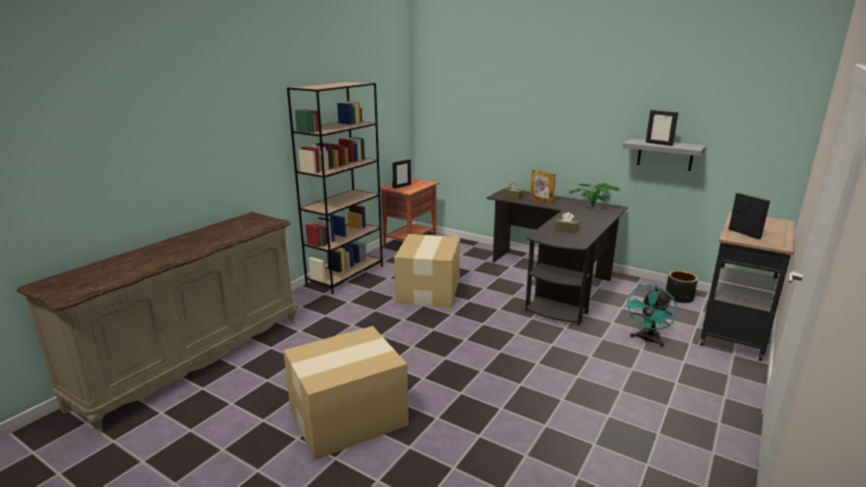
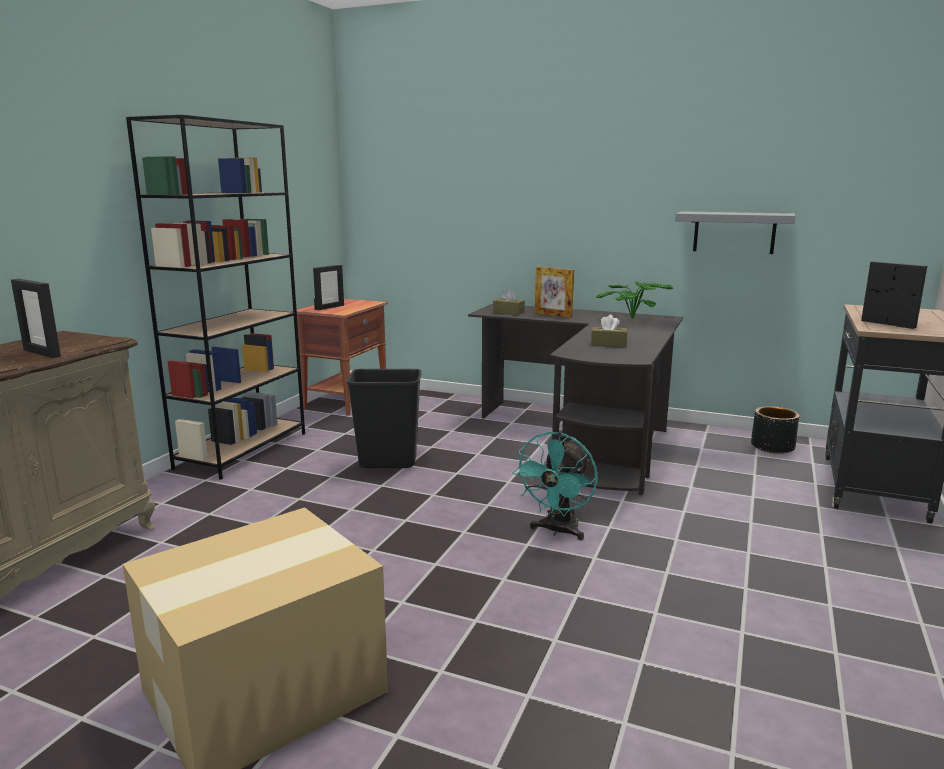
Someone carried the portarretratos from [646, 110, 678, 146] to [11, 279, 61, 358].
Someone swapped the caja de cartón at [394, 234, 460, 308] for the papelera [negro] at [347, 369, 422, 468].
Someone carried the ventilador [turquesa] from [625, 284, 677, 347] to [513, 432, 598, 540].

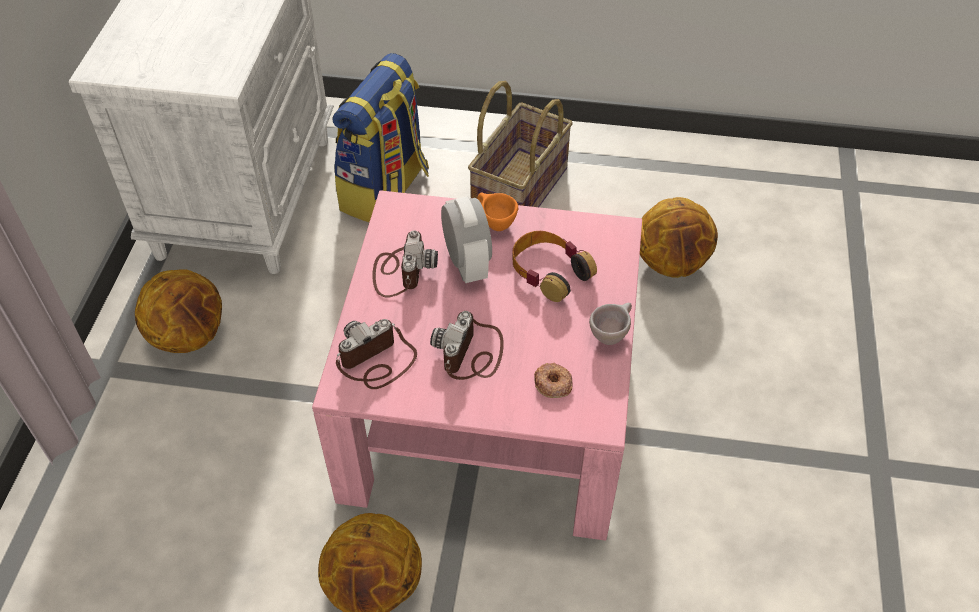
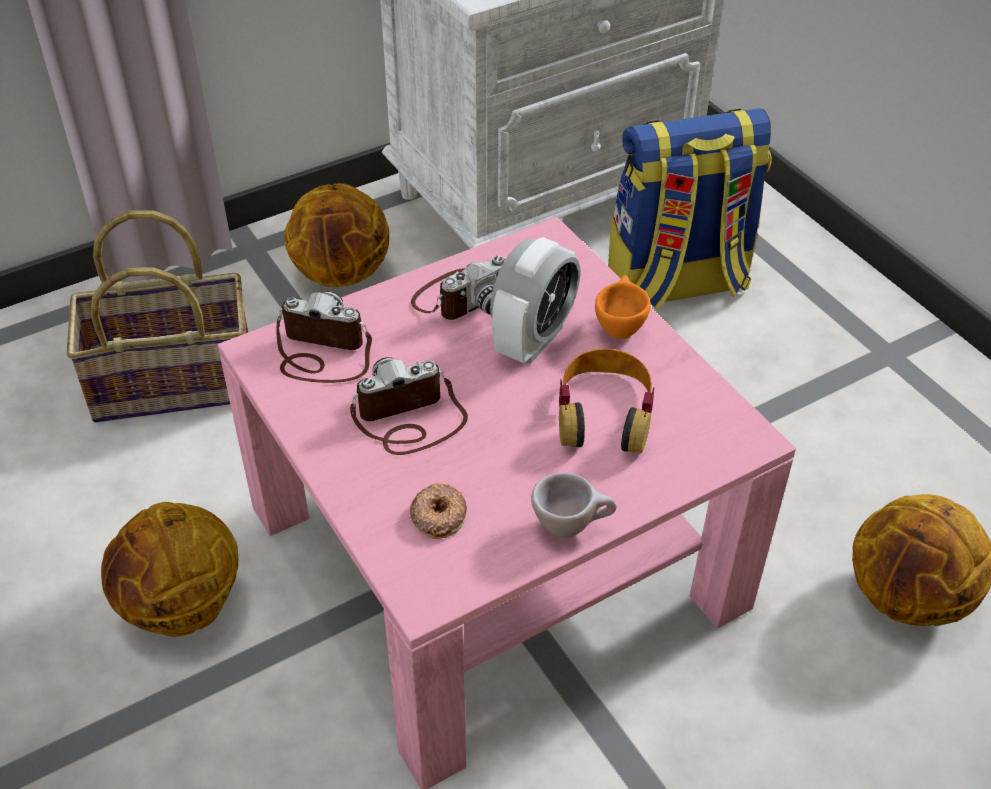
Someone carried the cesta from [468, 81, 573, 207] to [67, 210, 248, 422].

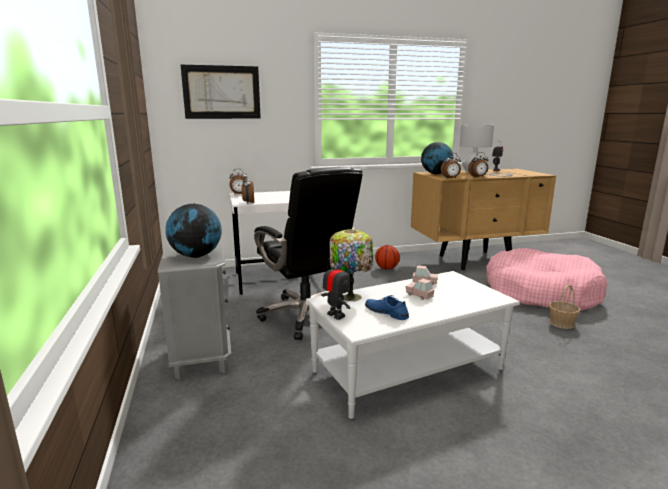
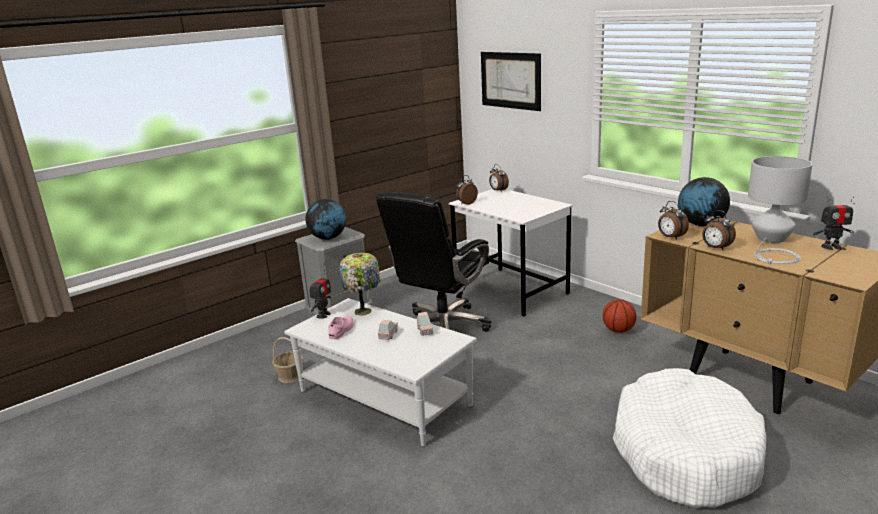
Someone carried the cesta from [549, 285, 580, 329] to [273, 337, 303, 383].
Someone repainted the zapato [azul] at [365, 295, 409, 320], which became the zapato [rosa] at [328, 316, 354, 339].
Someone repainted the cama para perro [rosa] at [486, 248, 607, 311], which became the cama para perro [blanco] at [613, 368, 766, 508].

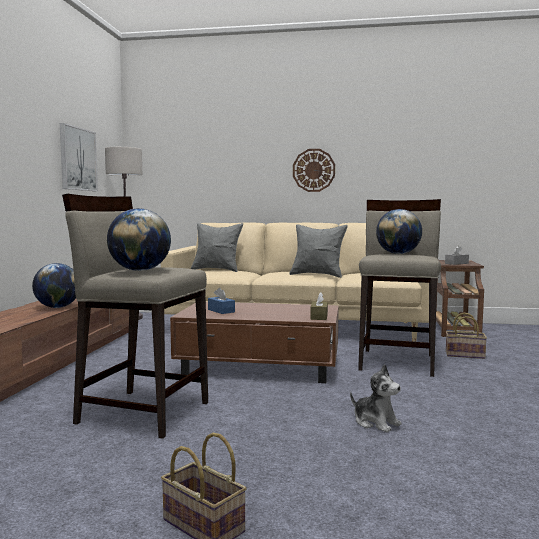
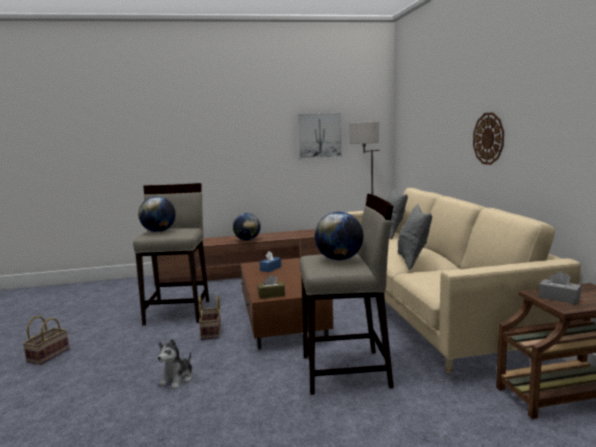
Someone carried the cesta from [446, 313, 487, 359] to [199, 295, 221, 340].

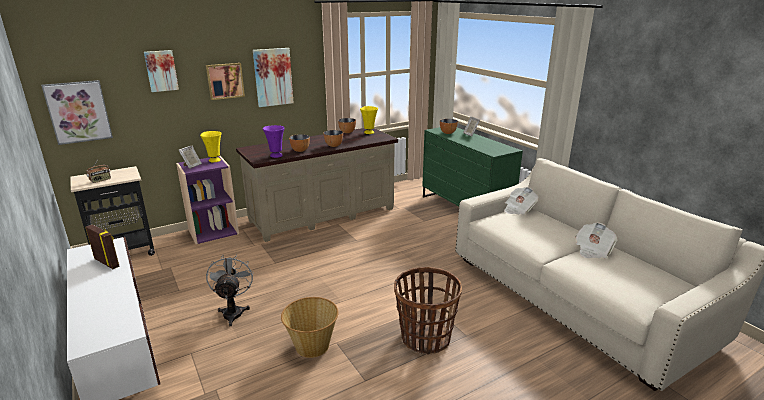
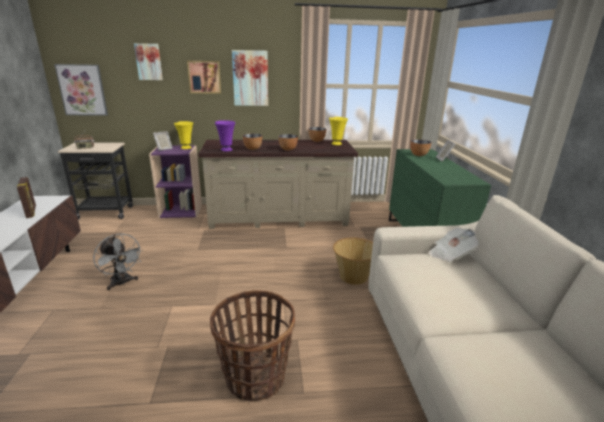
Someone rotated the ventilador [gris] at [206, 254, 253, 326] by 120 degrees clockwise.
Someone carried the cesta from [281, 297, 339, 358] to [333, 238, 373, 285].
Someone took away the periódico at [576, 223, 617, 258].

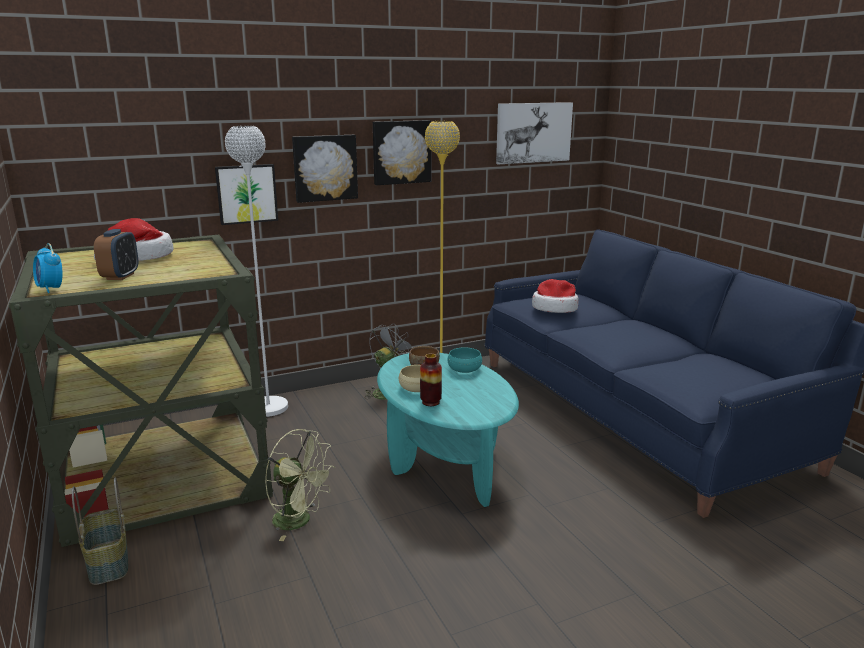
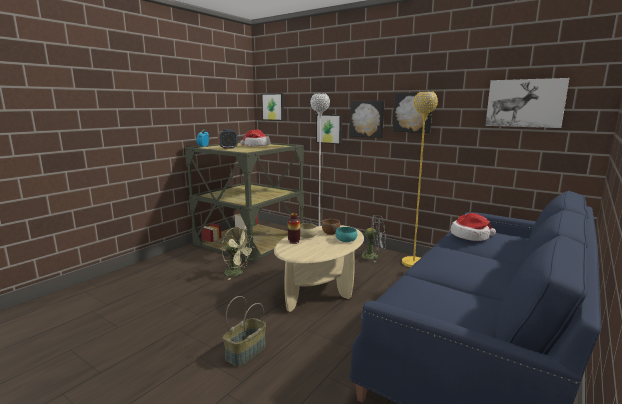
Someone rotated the ventilador [verde] at [265, 429, 335, 541] by 60 degrees counterclockwise.
Someone carried the cesta from [72, 478, 128, 585] to [223, 296, 266, 367].
Someone put up the cuadro at [262, 93, 284, 121].
Someone repainted the mesa de centro [turquesa] at [377, 353, 519, 507], which became the mesa de centro [beis] at [274, 225, 364, 312].

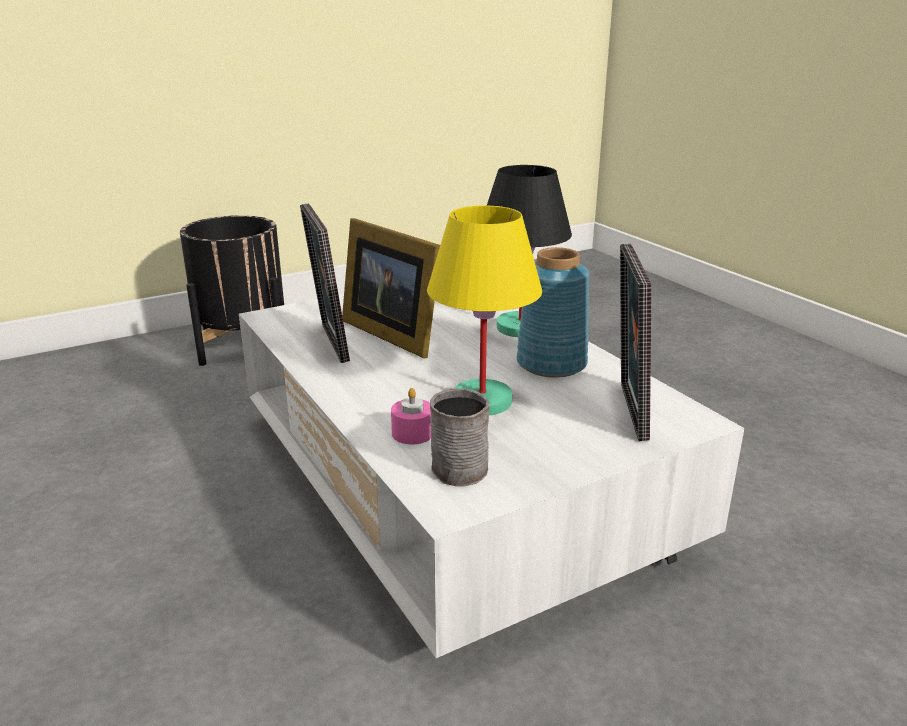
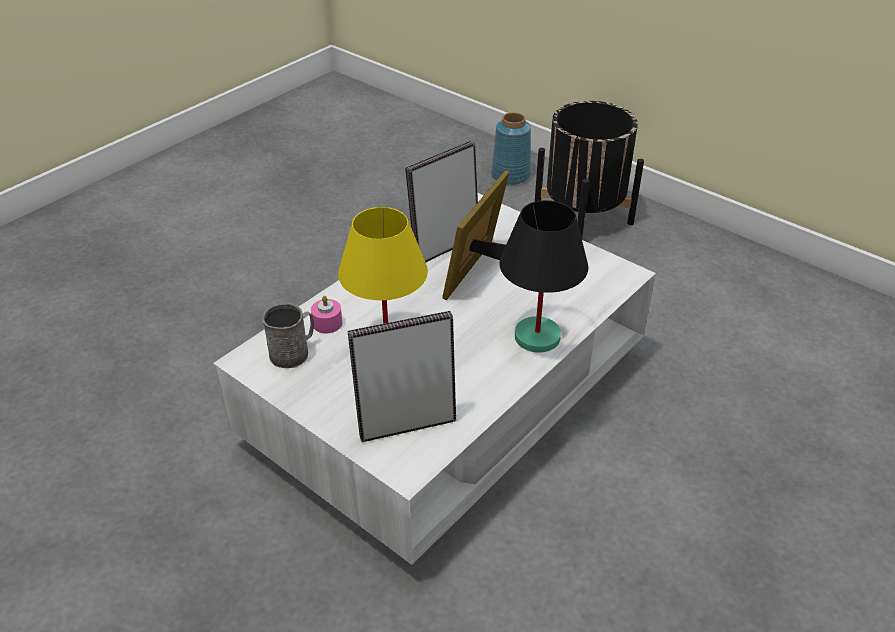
Someone carried the florero [azul] from [517, 247, 589, 378] to [491, 112, 531, 185].

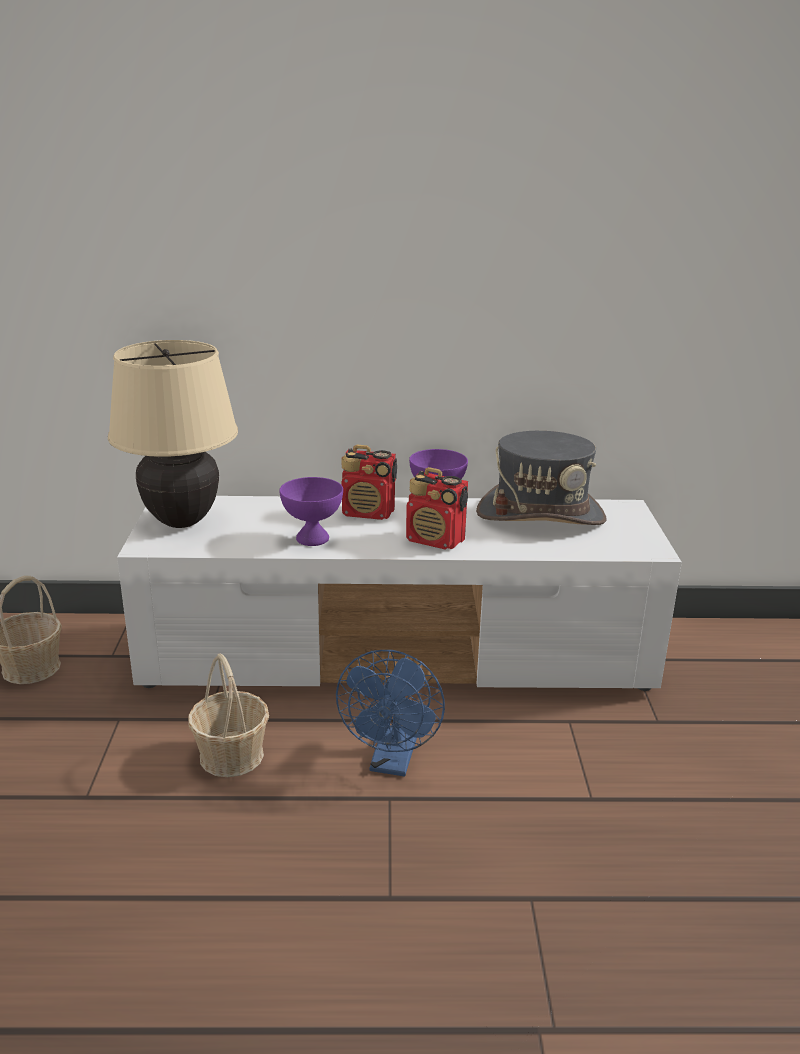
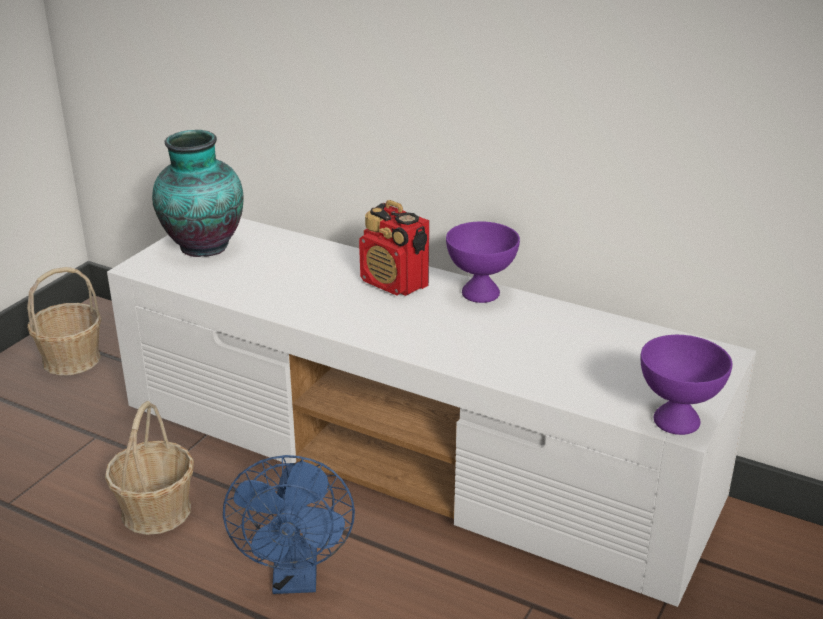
Someone swapped the lámpara de mesa [beis] at [108, 340, 238, 528] for the florero at [152, 130, 244, 257].
Someone rotated the ventilador [azul] at [336, 650, 445, 776] by 45 degrees counterclockwise.
Someone carried the cuenco [morado] from [280, 477, 343, 546] to [640, 335, 732, 435].
Someone took away the radio at [406, 467, 468, 550].
Someone took away the sombrero [gris] at [476, 431, 606, 525].

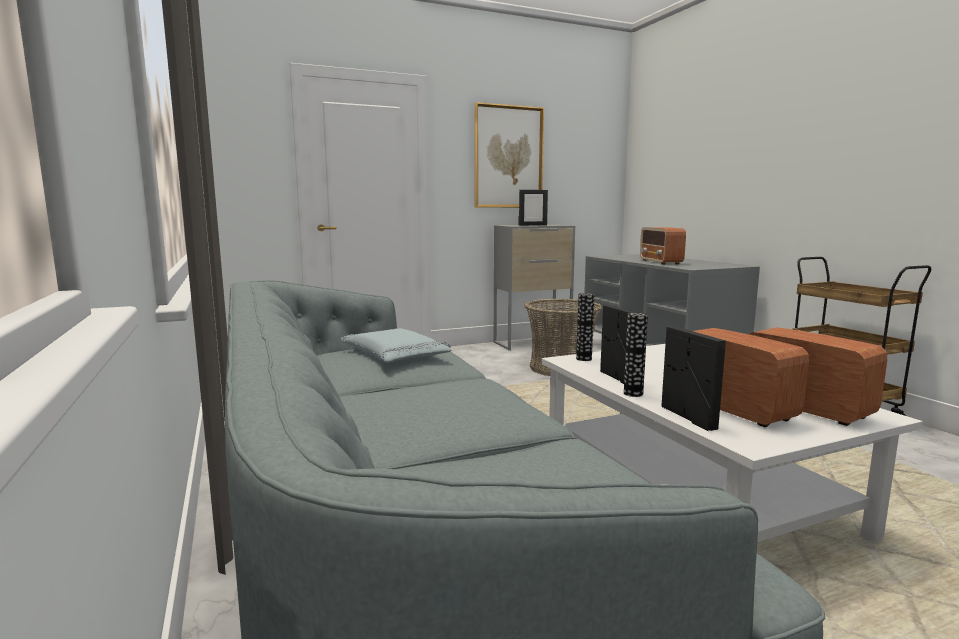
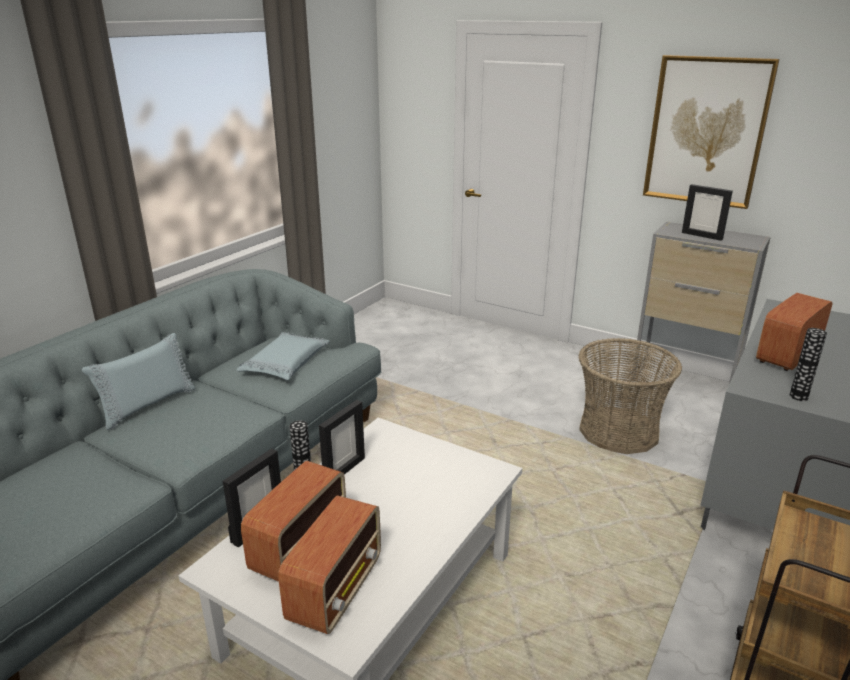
Someone put down the cojín [azul] at [82, 333, 195, 430].
Someone carried the florero from [576, 293, 594, 361] to [789, 328, 827, 401].

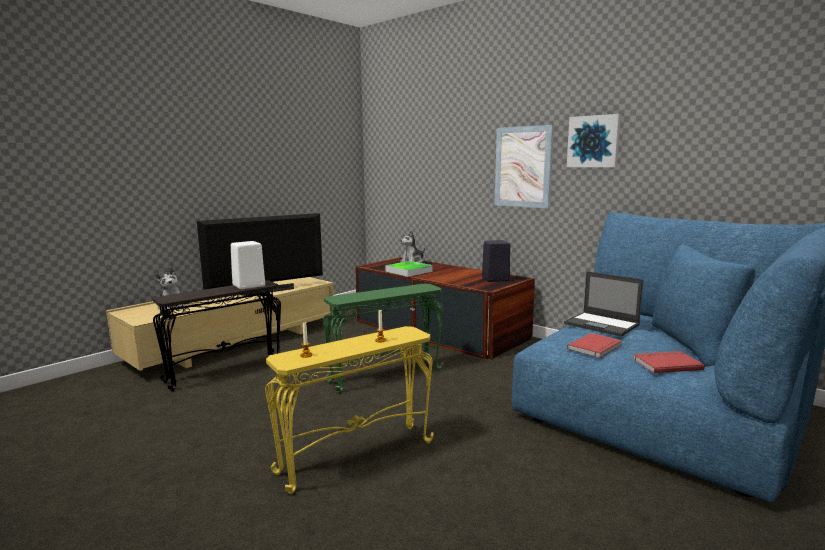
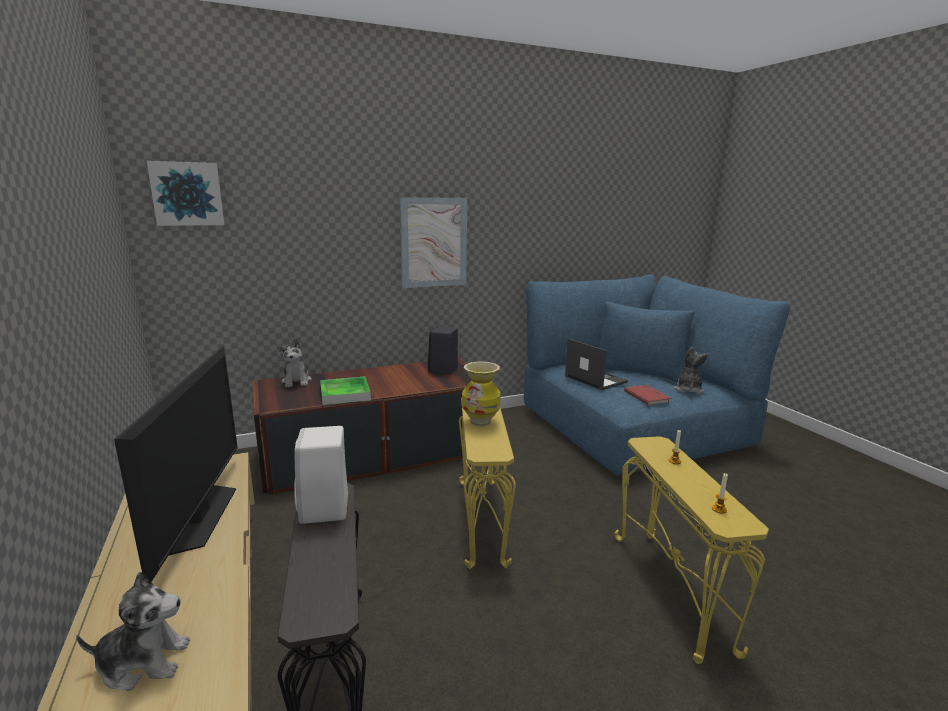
Someone carried the cuadro from [567, 114, 621, 167] to [147, 161, 225, 226].
Someone repainted the mesa auxiliar [verde] at [323, 283, 443, 393], which became the mesa auxiliar [amarillo] at [459, 398, 516, 569].
Someone put down the florero at [462, 361, 501, 427].
Someone rotated the portátil at [564, 271, 643, 337] by 105 degrees counterclockwise.
Someone swapped the libro [rojo] at [633, 351, 705, 373] for the peluche at [674, 346, 709, 394].

